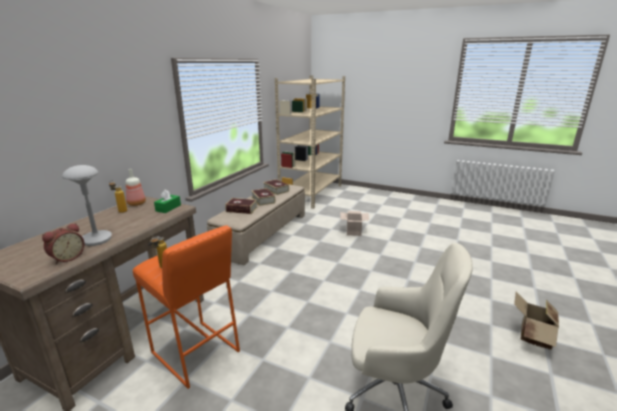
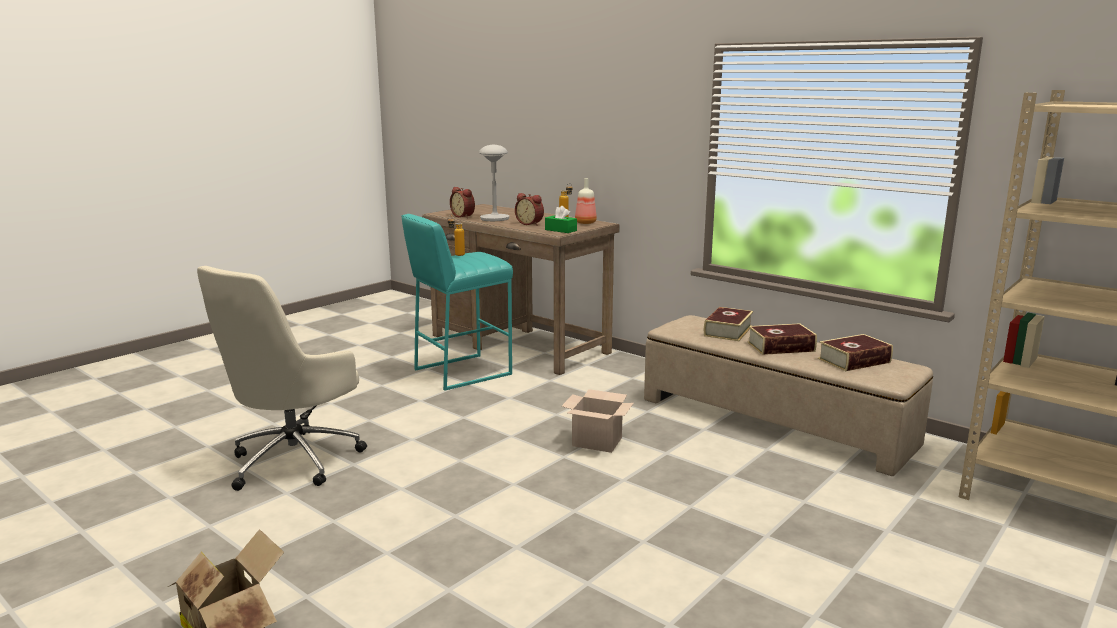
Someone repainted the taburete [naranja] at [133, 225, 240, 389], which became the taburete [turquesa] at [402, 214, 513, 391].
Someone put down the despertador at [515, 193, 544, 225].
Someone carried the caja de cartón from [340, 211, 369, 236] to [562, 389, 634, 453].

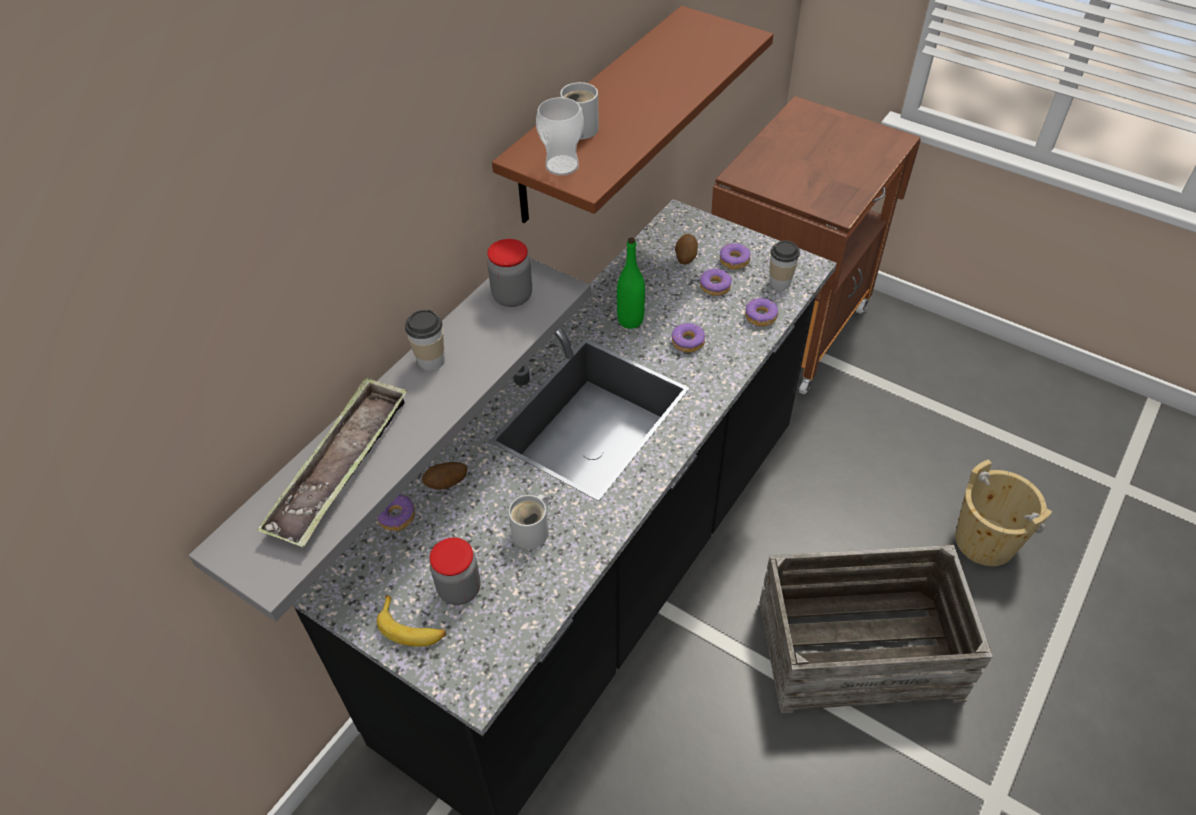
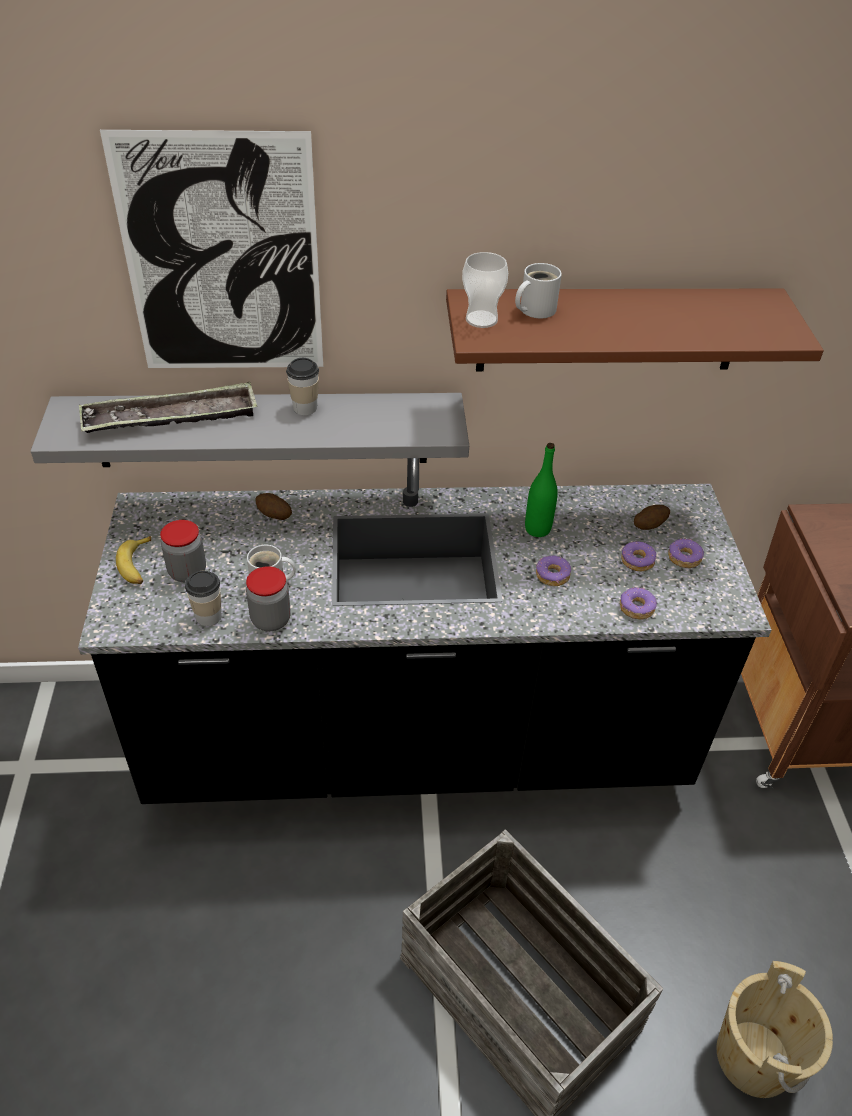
Someone put up the cuadro at [100, 130, 323, 368].
Someone carried the taza from [770, 240, 800, 290] to [185, 571, 222, 626].
Someone carried the tarro from [487, 239, 532, 307] to [246, 566, 291, 631].
Someone took away the rosquilla at [377, 494, 415, 531].

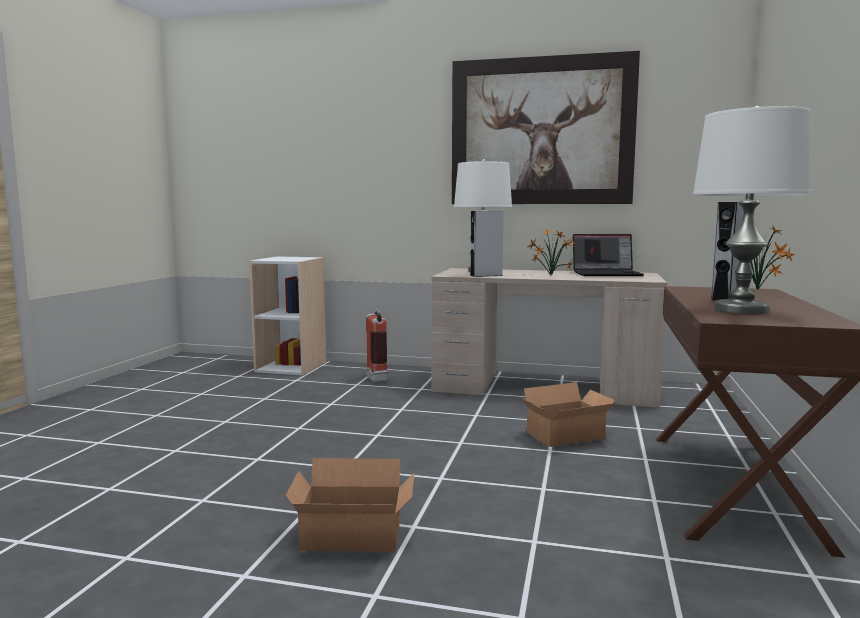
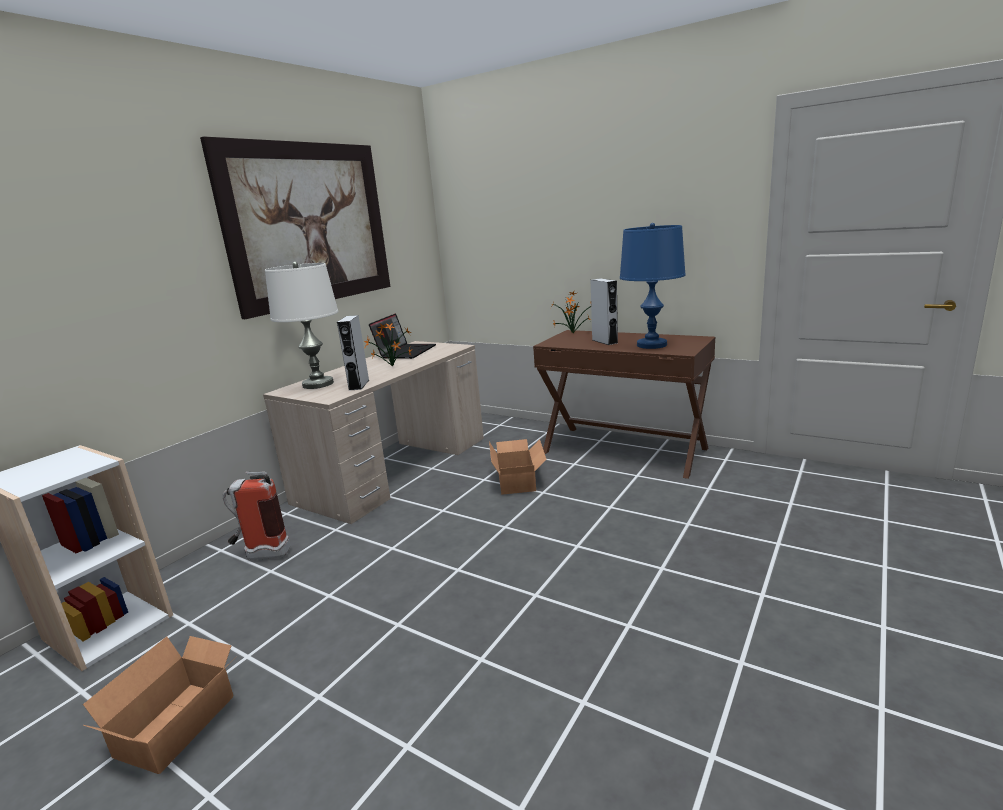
Someone carried the caja de cartón from [285, 458, 414, 552] to [83, 636, 236, 774].
Someone repainted the lámpara de mesa [blanco] at [693, 106, 812, 314], which became the lámpara de mesa [azul] at [620, 223, 686, 349].

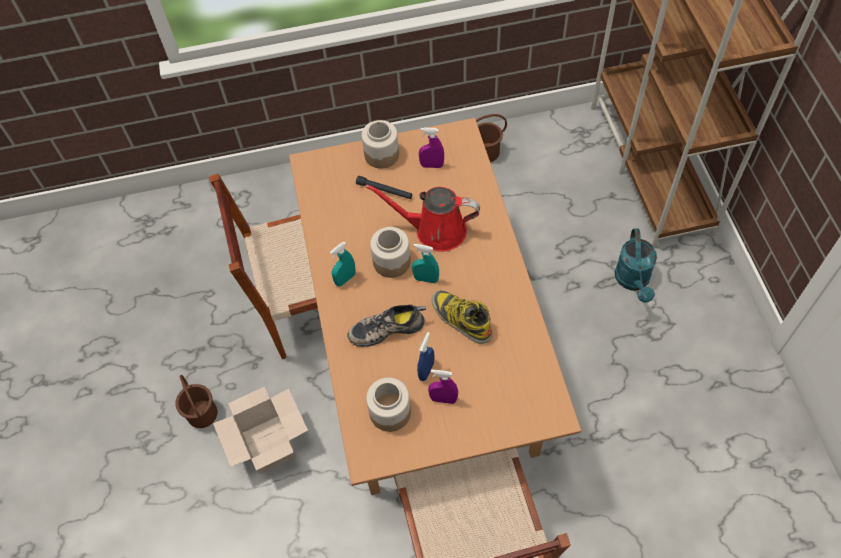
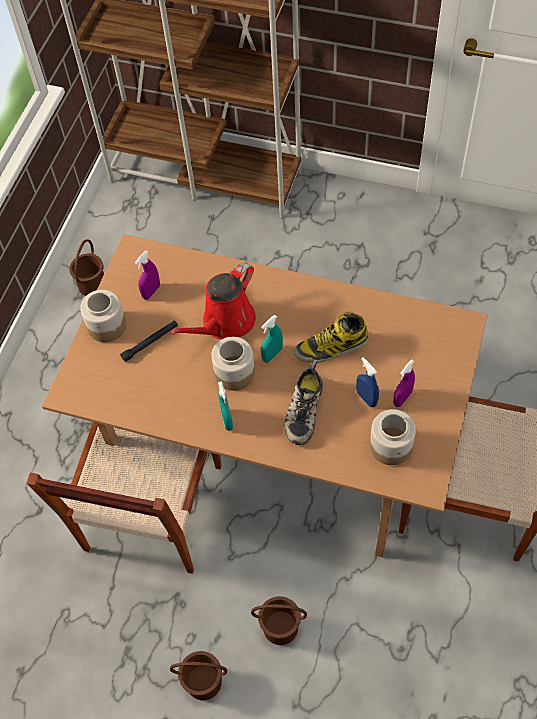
Someone swapped the caja de cartón at [213, 387, 308, 474] for the cubo [marrón] at [251, 596, 307, 645].
Someone took away the regadera [turquesa] at [615, 229, 657, 303].

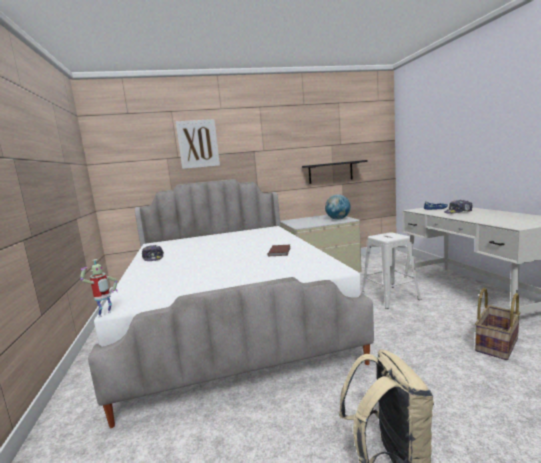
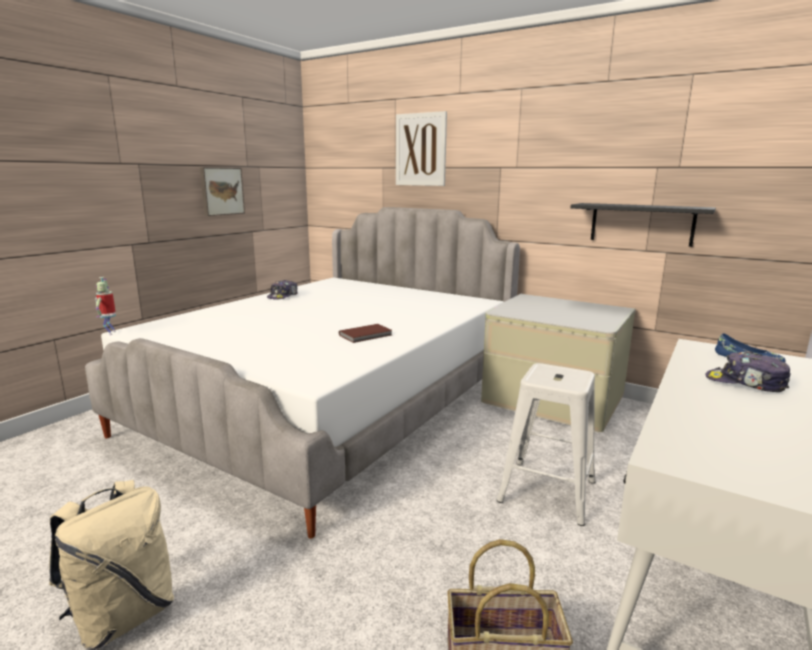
Someone rotated the robot de juguete at [80, 259, 118, 318] by 90 degrees clockwise.
Someone put up the cuadro at [200, 167, 245, 216].
Someone took away the globo terráqueo at [325, 194, 351, 220].

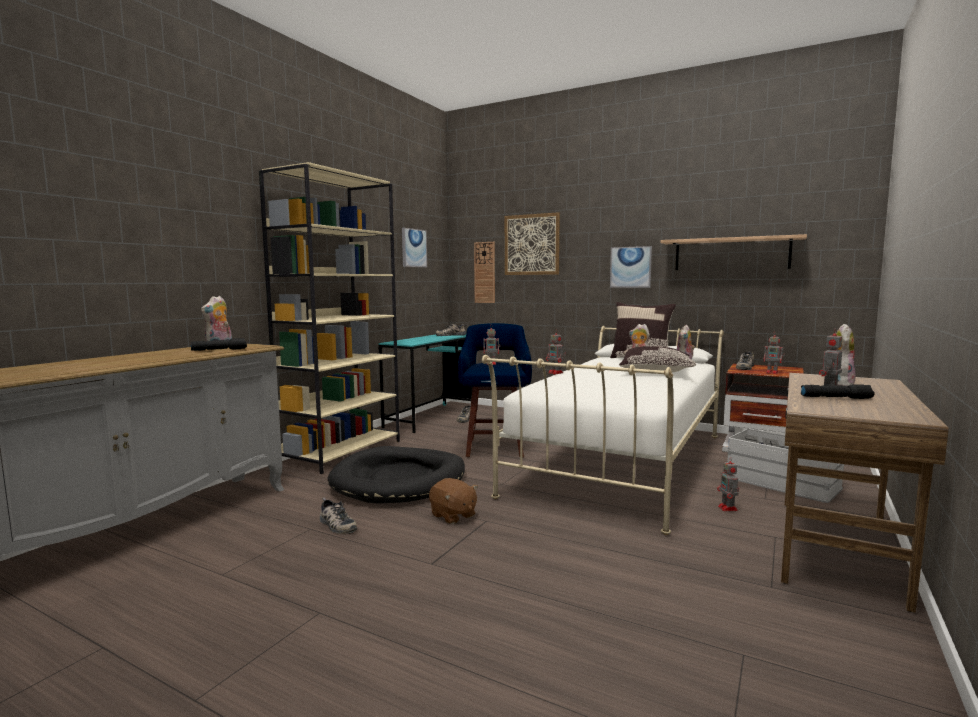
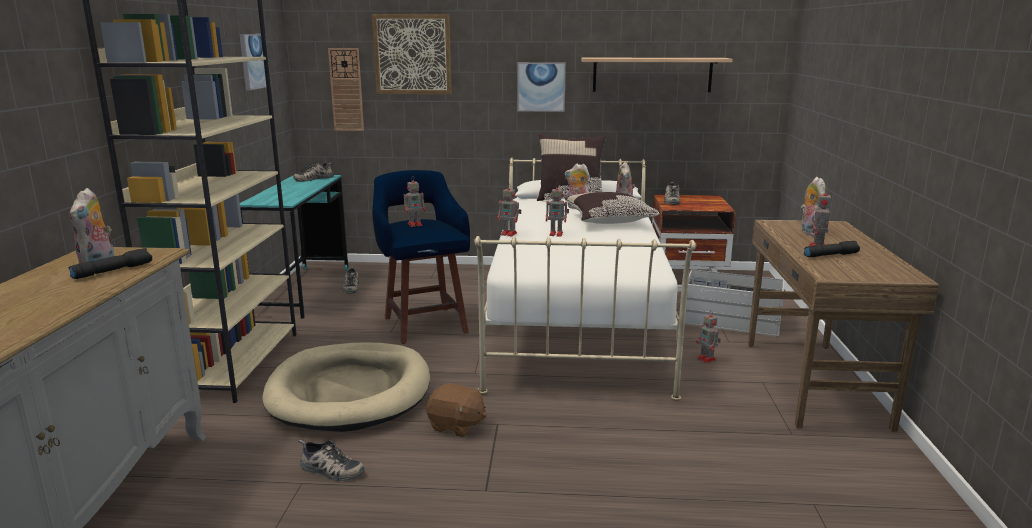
Someone repainted the cama para perro [negro] at [328, 446, 465, 504], which became the cama para perro [beis] at [262, 342, 430, 432].
Someone carried the robot de juguete from [763, 332, 785, 374] to [546, 183, 569, 237].

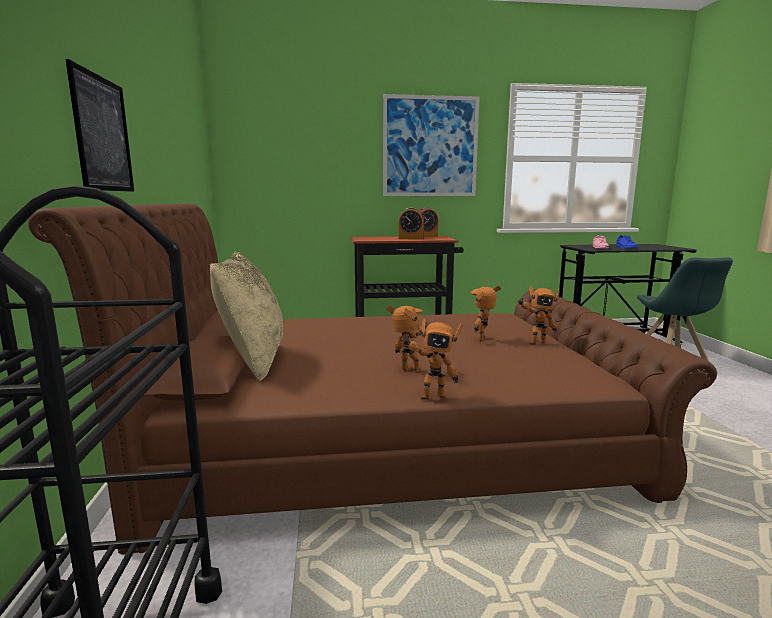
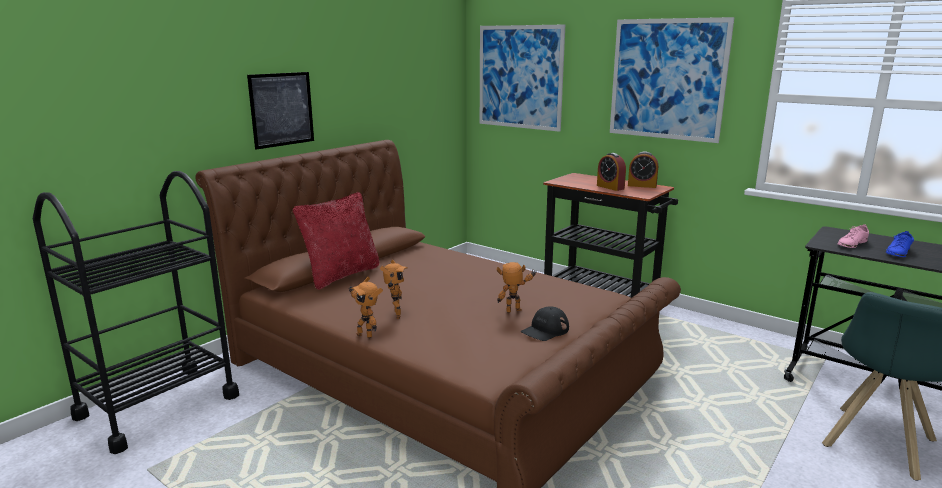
Someone repainted the cojín [beis] at [210, 251, 284, 380], which became the cojín [rojo] at [293, 192, 379, 290].
Someone put up the cuadro at [480, 25, 565, 132].
Someone swapped the robot de juguete at [518, 286, 559, 345] for the gorra [negro] at [521, 306, 569, 341].

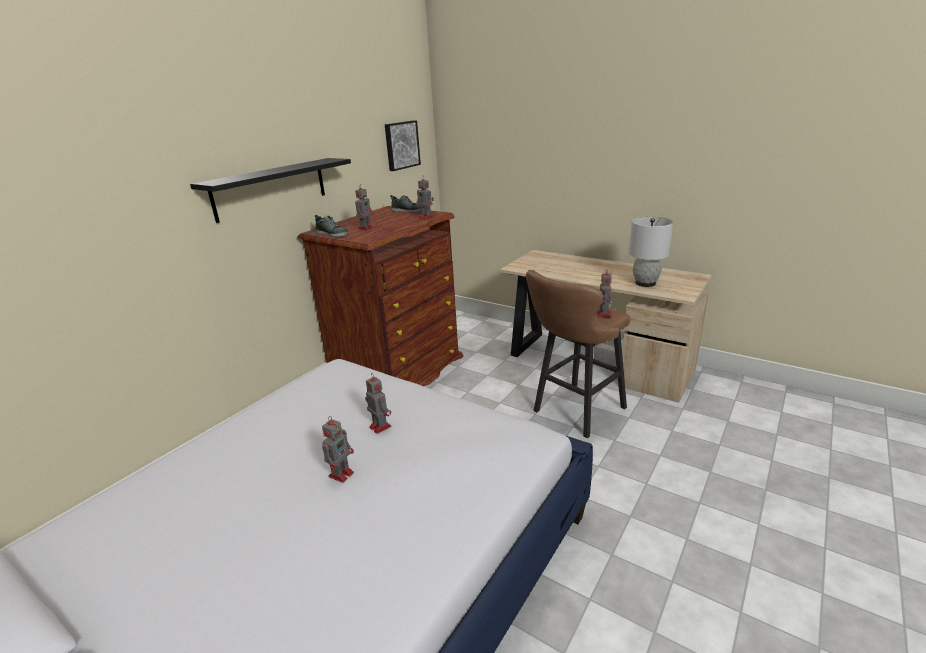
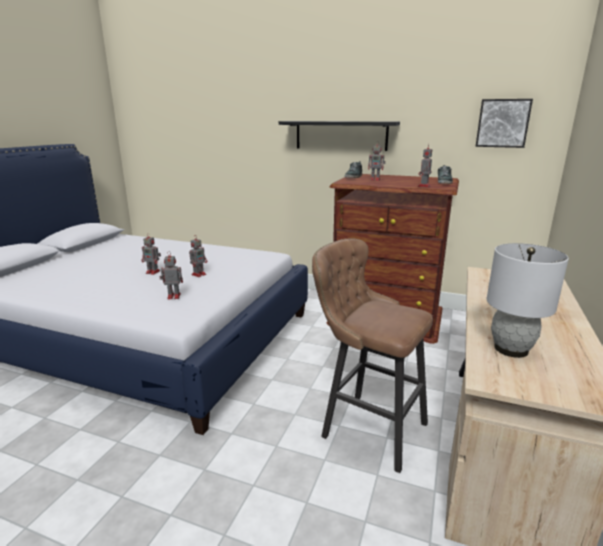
Someone carried the robot de juguete from [596, 273, 612, 317] to [159, 251, 183, 299].

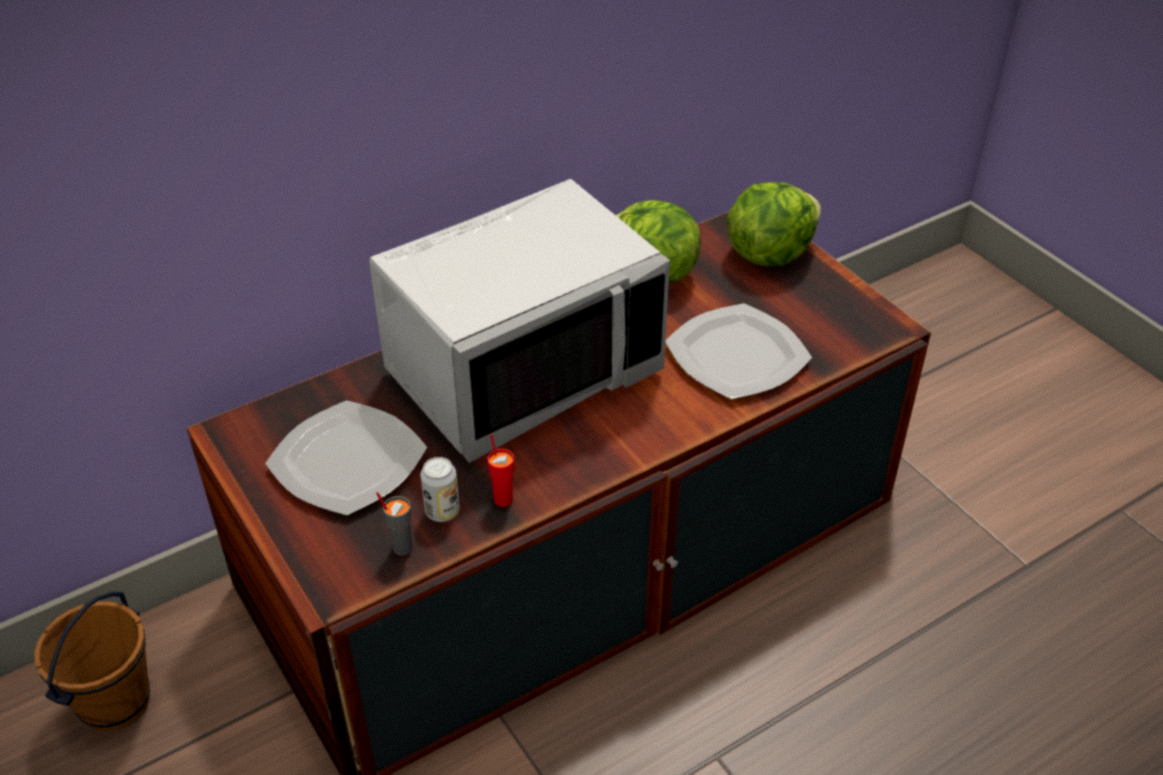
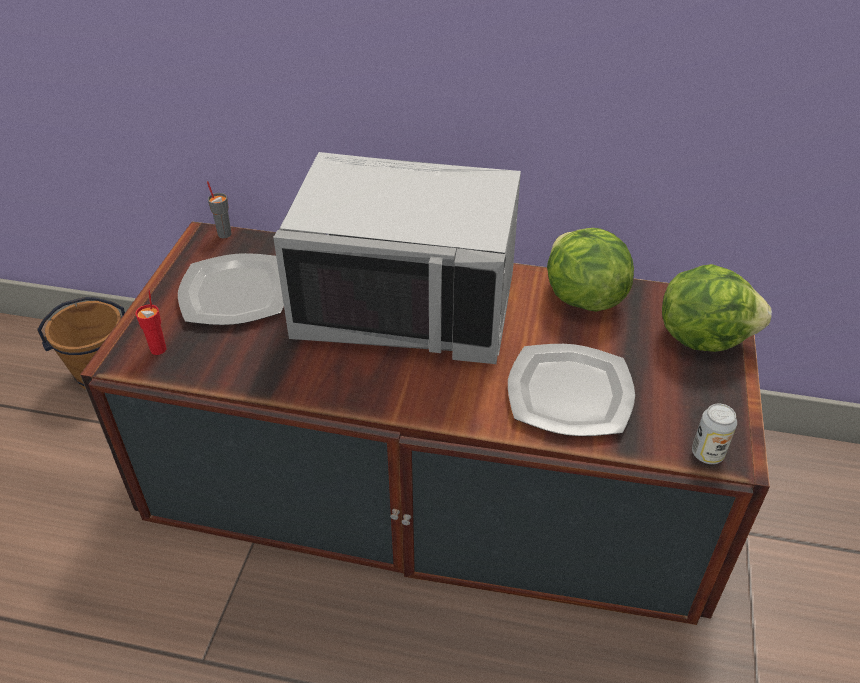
Someone carried the taza [rojo] from [487, 434, 514, 507] to [136, 290, 166, 355].
Someone carried the taza [gris] from [376, 492, 413, 556] to [207, 181, 232, 238].
Someone carried the lata from [420, 457, 460, 522] to [692, 403, 737, 464].

